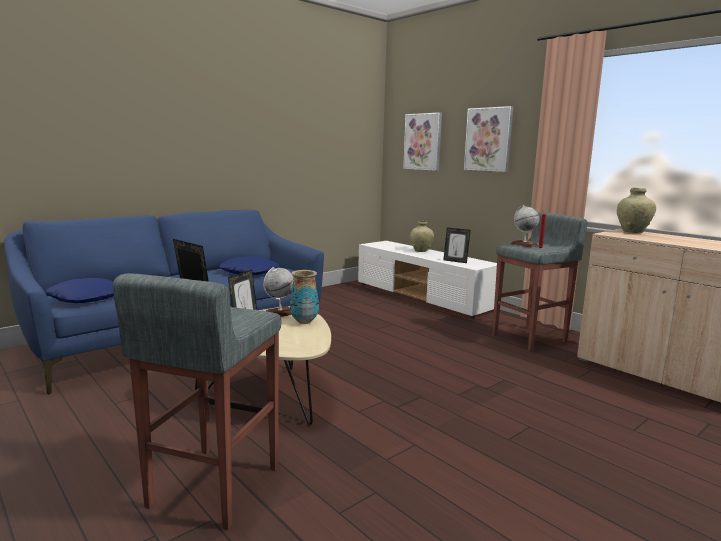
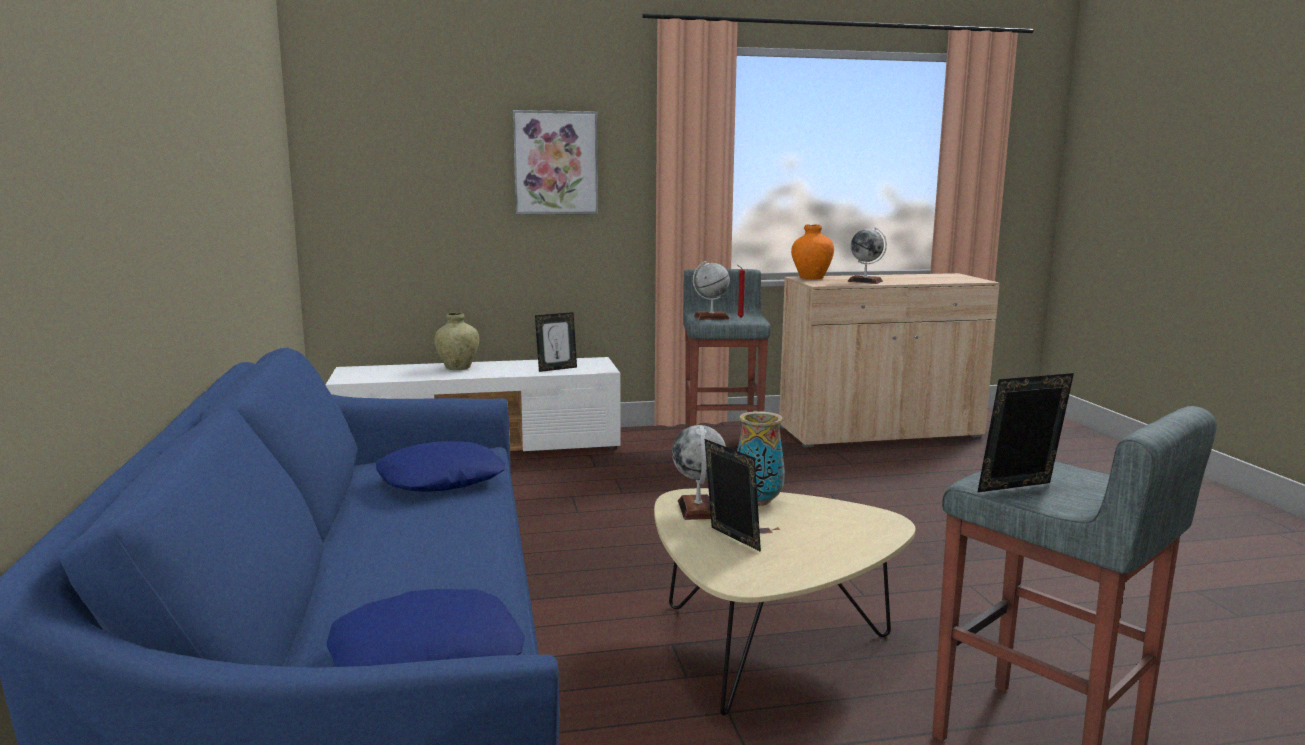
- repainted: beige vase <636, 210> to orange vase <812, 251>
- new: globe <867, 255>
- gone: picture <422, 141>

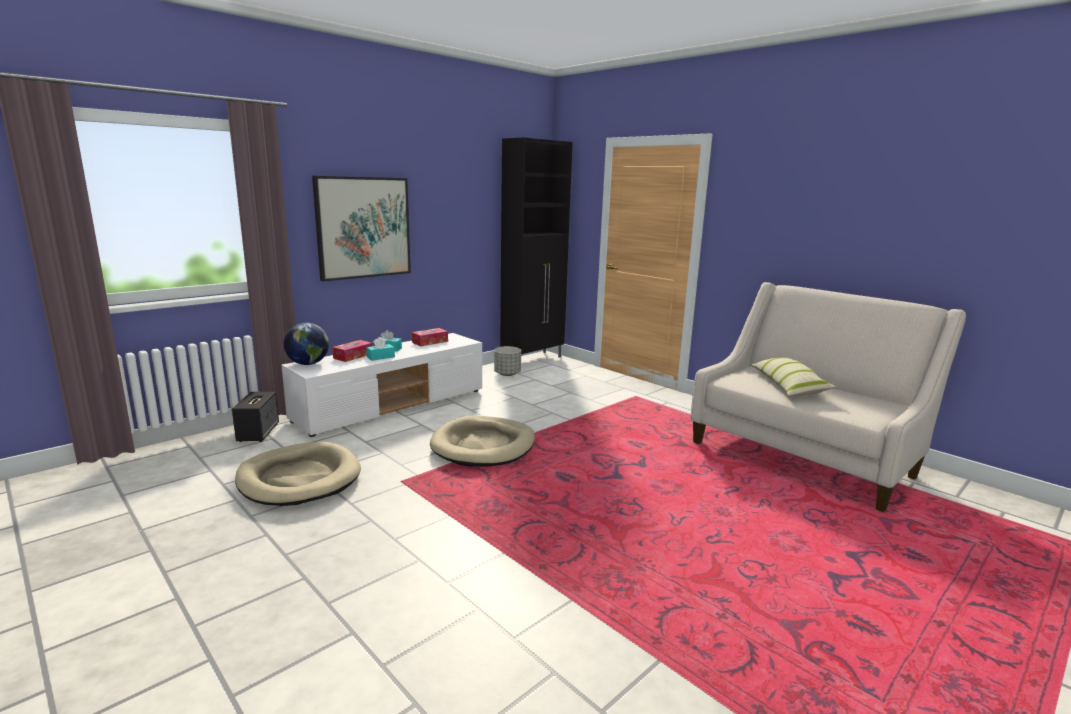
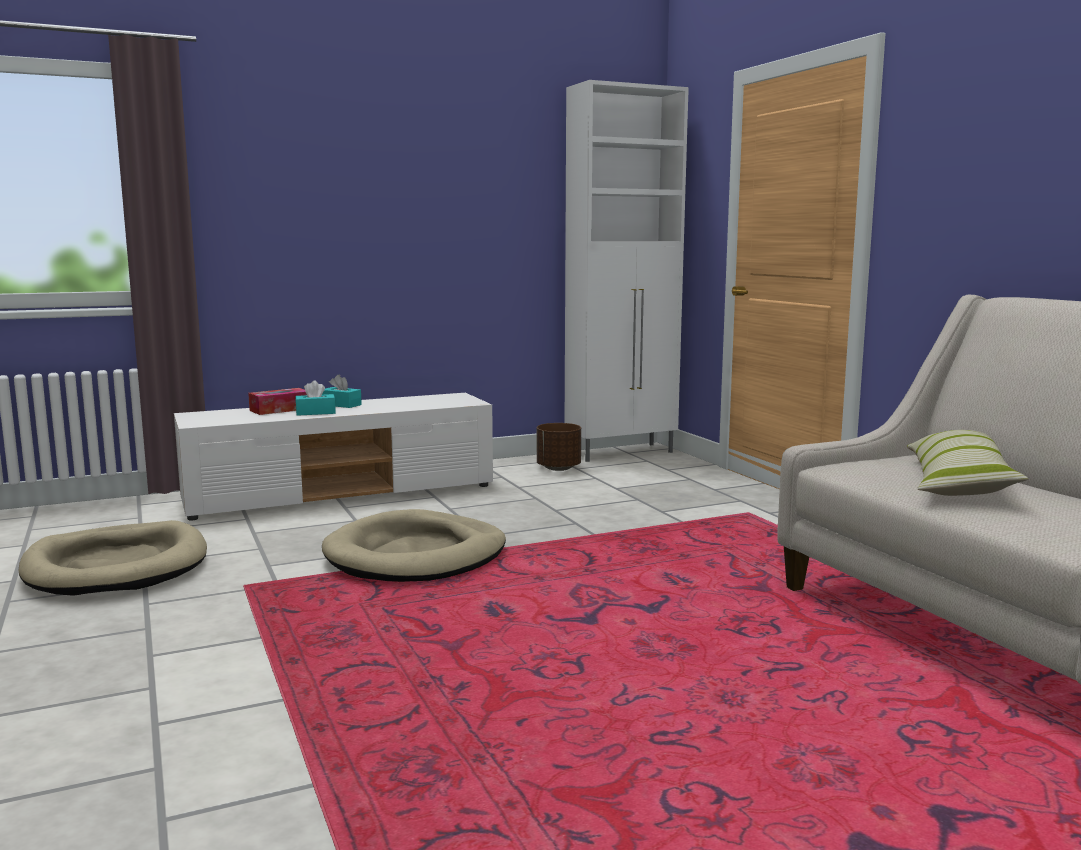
- repainted: grey planter <507, 361> to brown planter <559, 447>
- repainted: black cabinet <536, 247> to white cabinet <627, 271>
- gone: speaker <255, 417>
- gone: globe <306, 344>
- gone: picture <361, 228>
- gone: tissue box <430, 337>

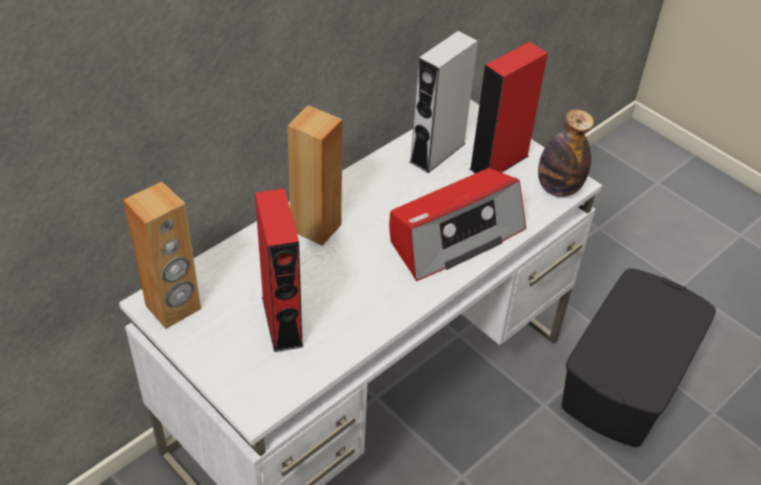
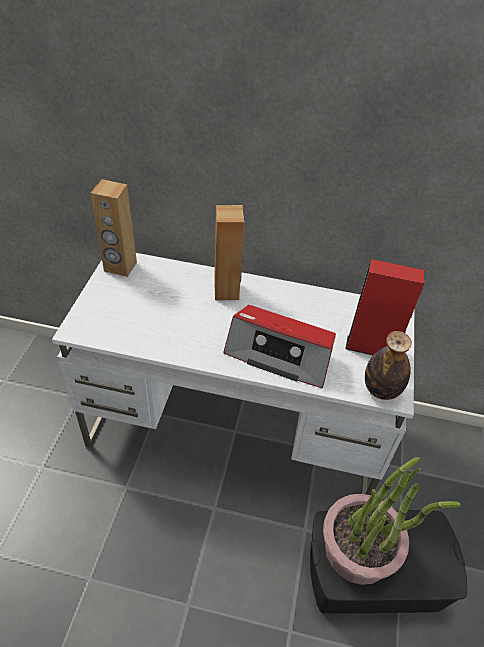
- new: potted plant <392, 521>
- gone: red speaker <279, 270>
- gone: grey speaker <444, 102>

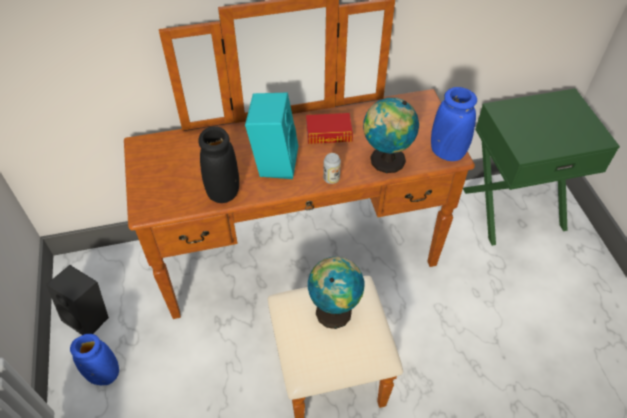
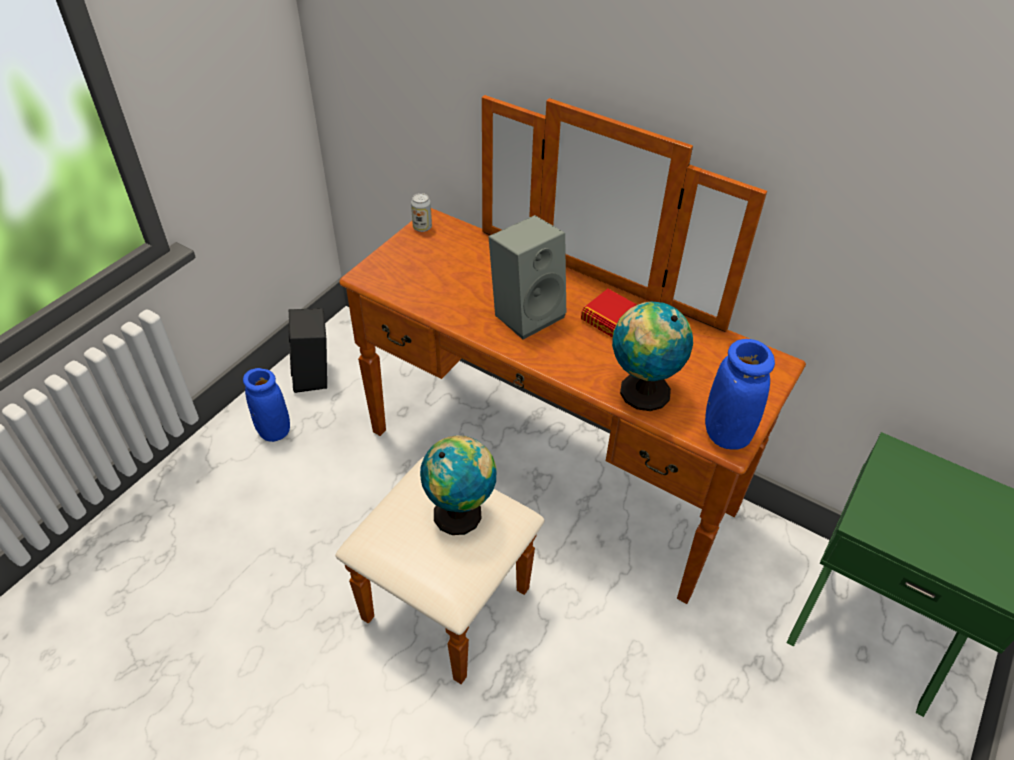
- shifted: can <332, 168> to <421, 212>
- repainted: turquoise speaker <271, 136> to grey speaker <527, 277>
- gone: black vase <218, 164>

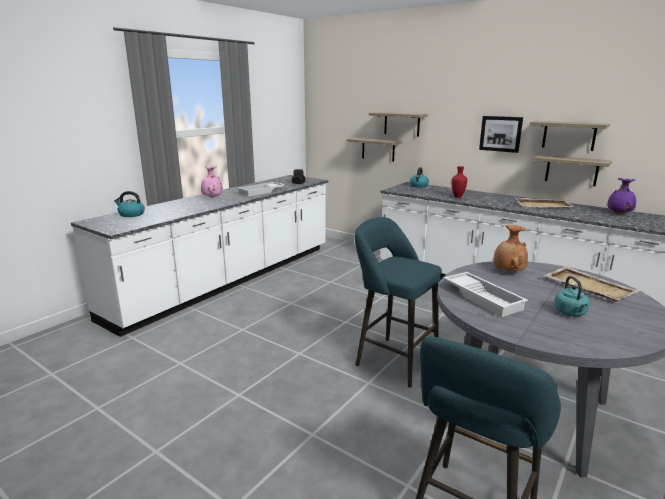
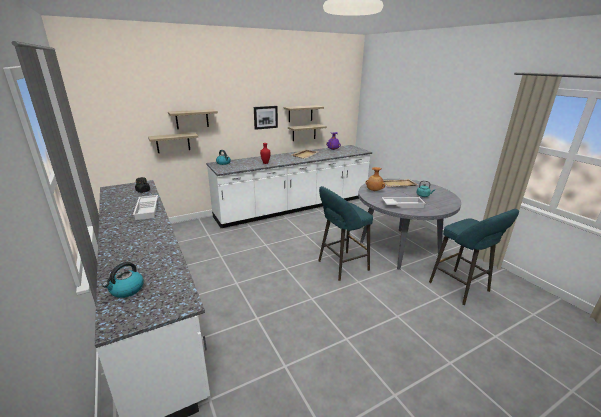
- gone: pink vase <212, 181>

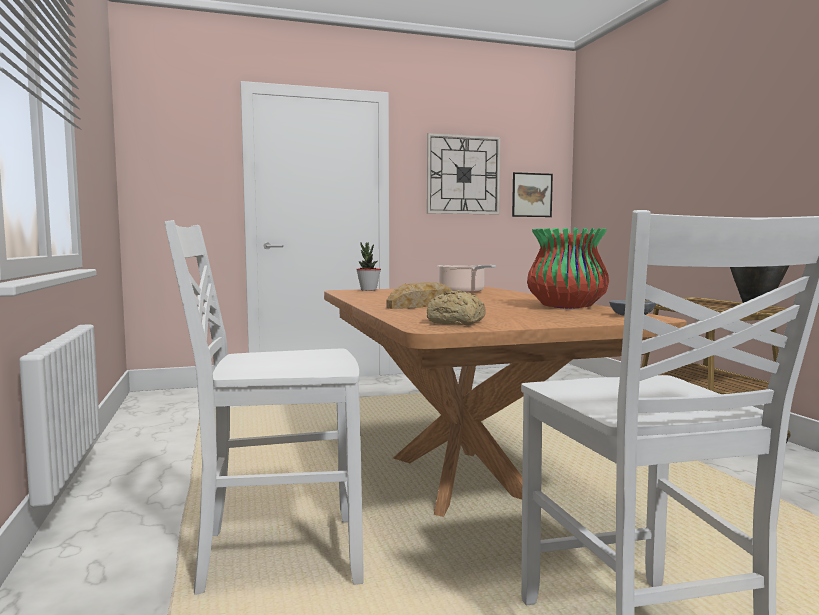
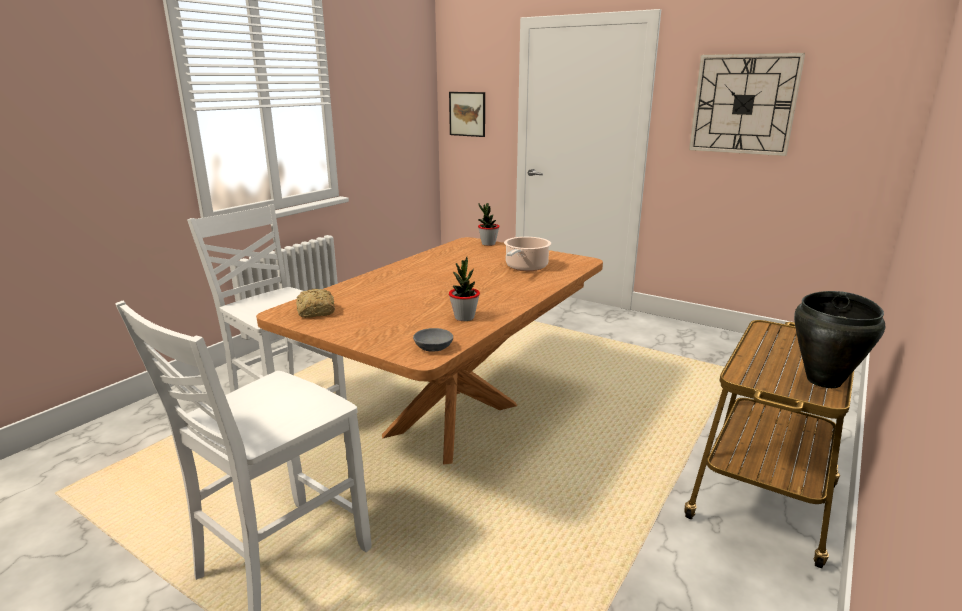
- shifted: picture <532, 194> to <467, 114>
- swapped: vase <568, 268> to potted plant <464, 288>
- gone: bread <419, 295>

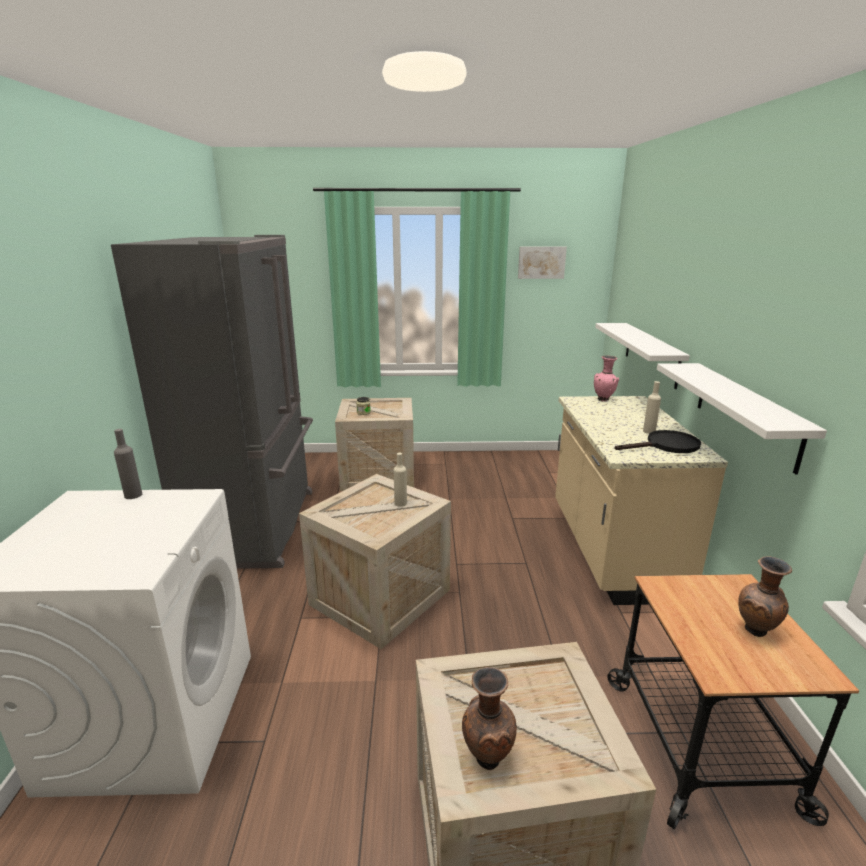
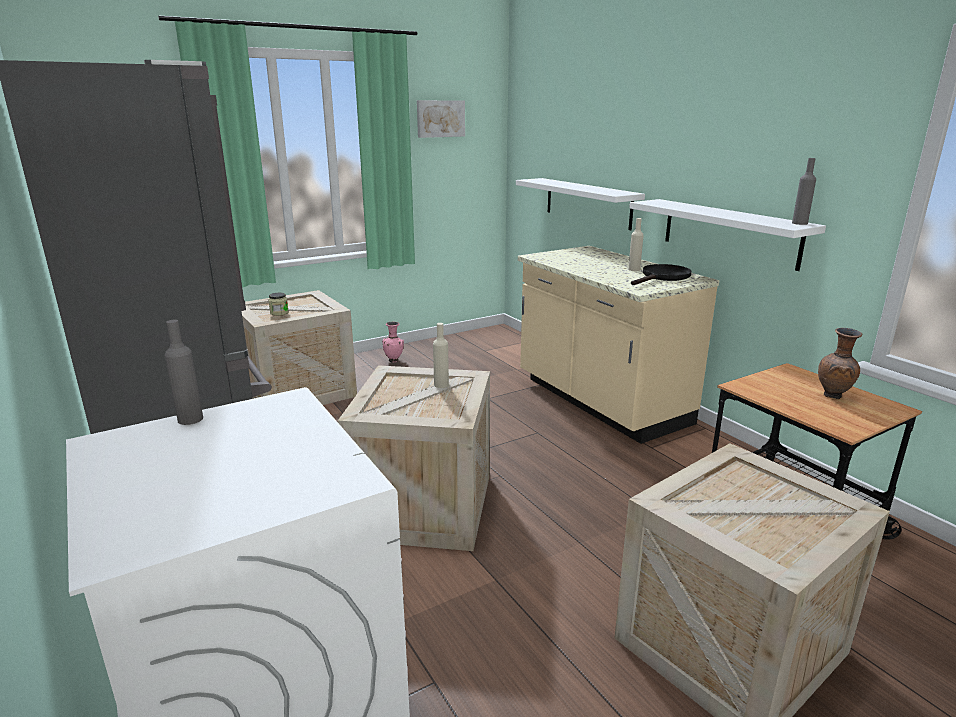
- shifted: pink vase <606, 378> to <393, 342>
- new: grey bottle <804, 191>
- gone: brown vase <489, 718>

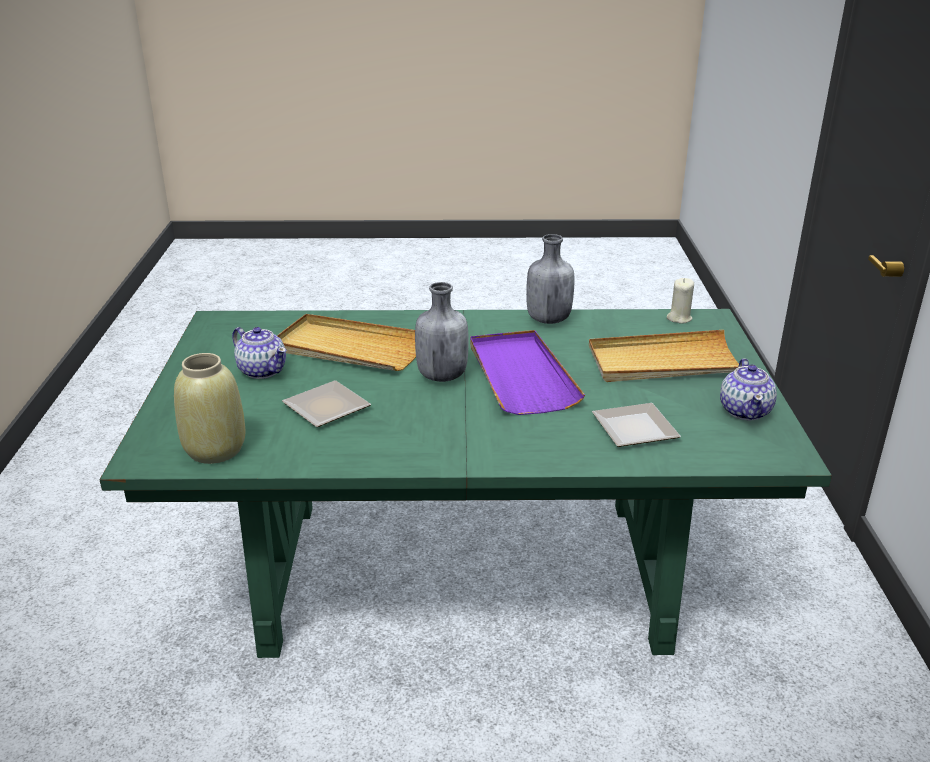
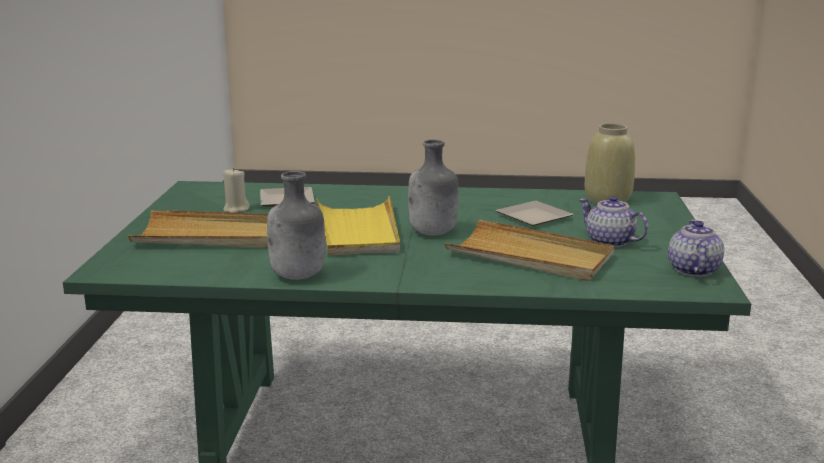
- shifted: beige candle <680, 301> to <236, 190>
- repainted: purple tray <527, 372> to yellow tray <358, 226>
- shifted: teapot <748, 389> to <696, 248>

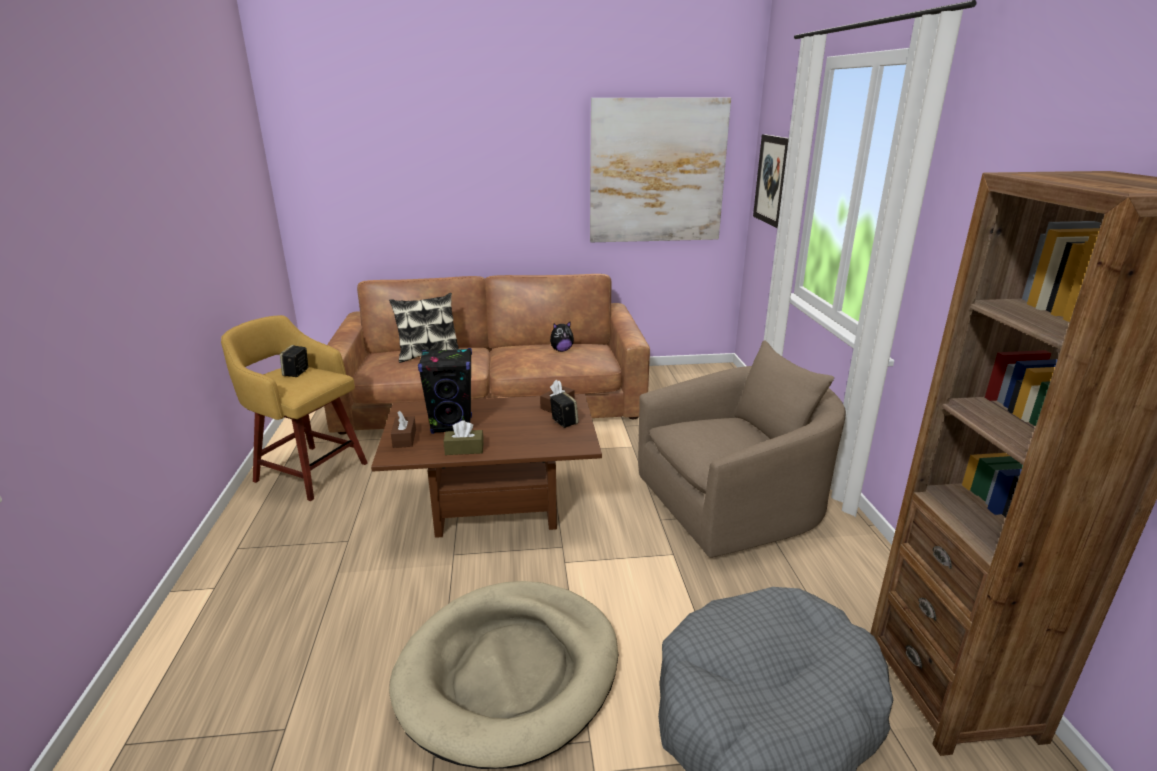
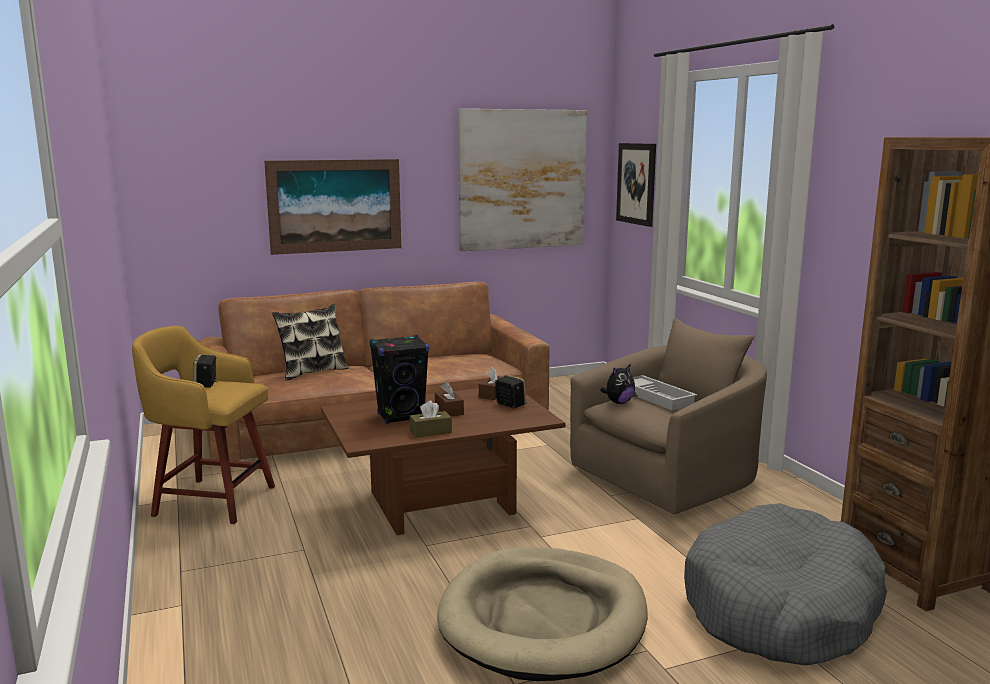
- new: picture <332, 207>
- shifted: brown tissue box <403, 429> to <449, 399>
- shifted: plush toy <562, 336> to <617, 384>
- new: white tray <665, 392>

